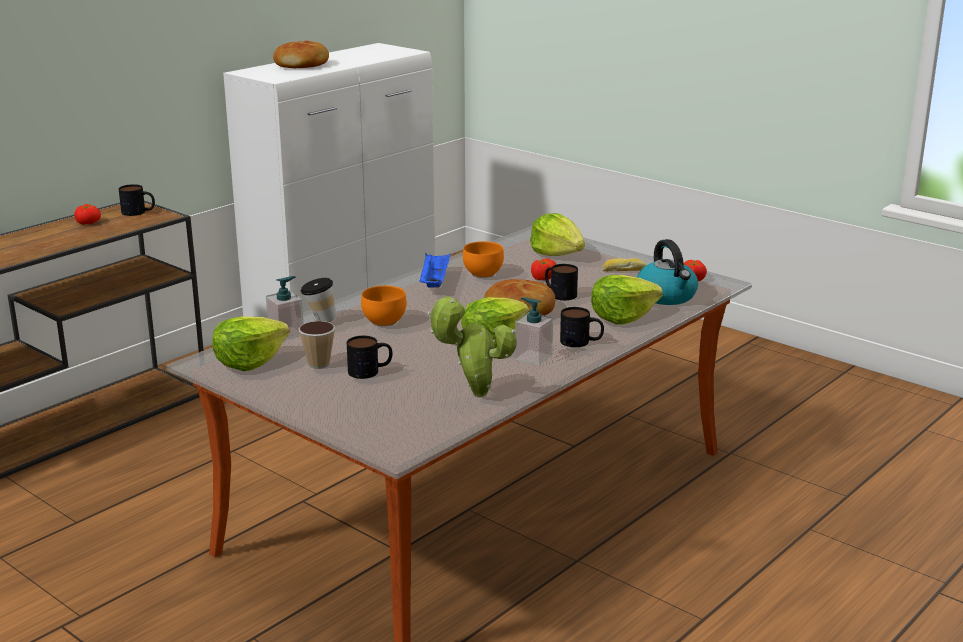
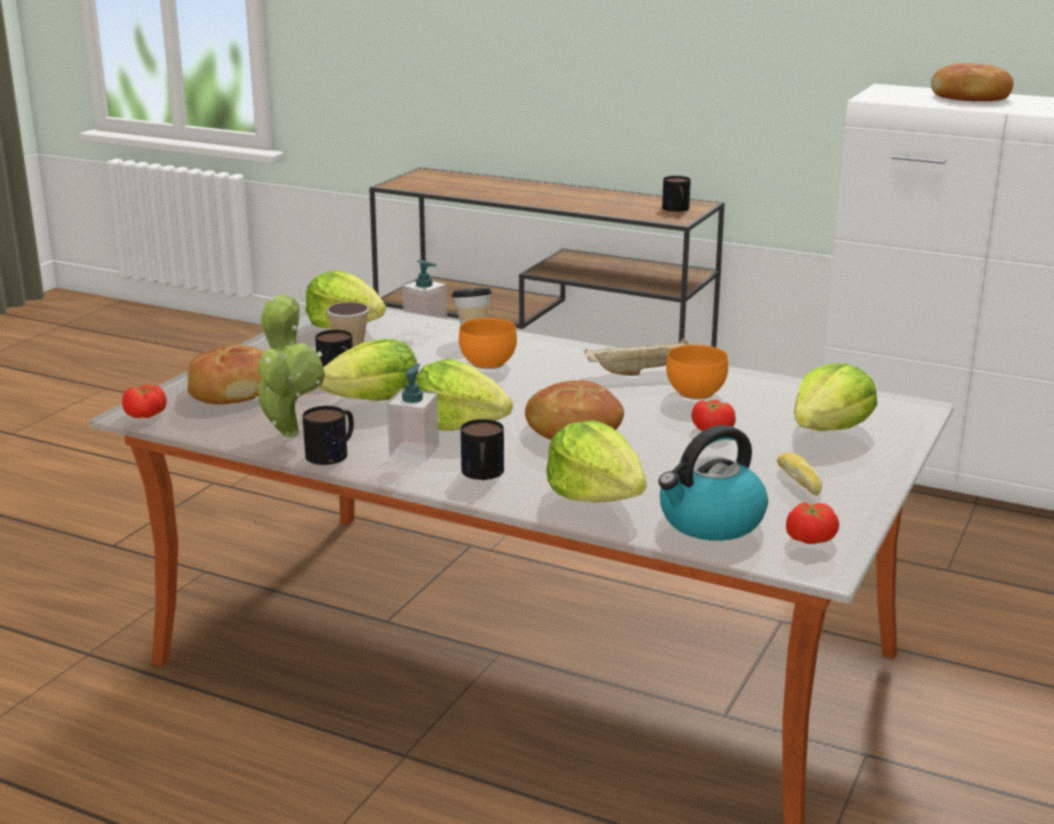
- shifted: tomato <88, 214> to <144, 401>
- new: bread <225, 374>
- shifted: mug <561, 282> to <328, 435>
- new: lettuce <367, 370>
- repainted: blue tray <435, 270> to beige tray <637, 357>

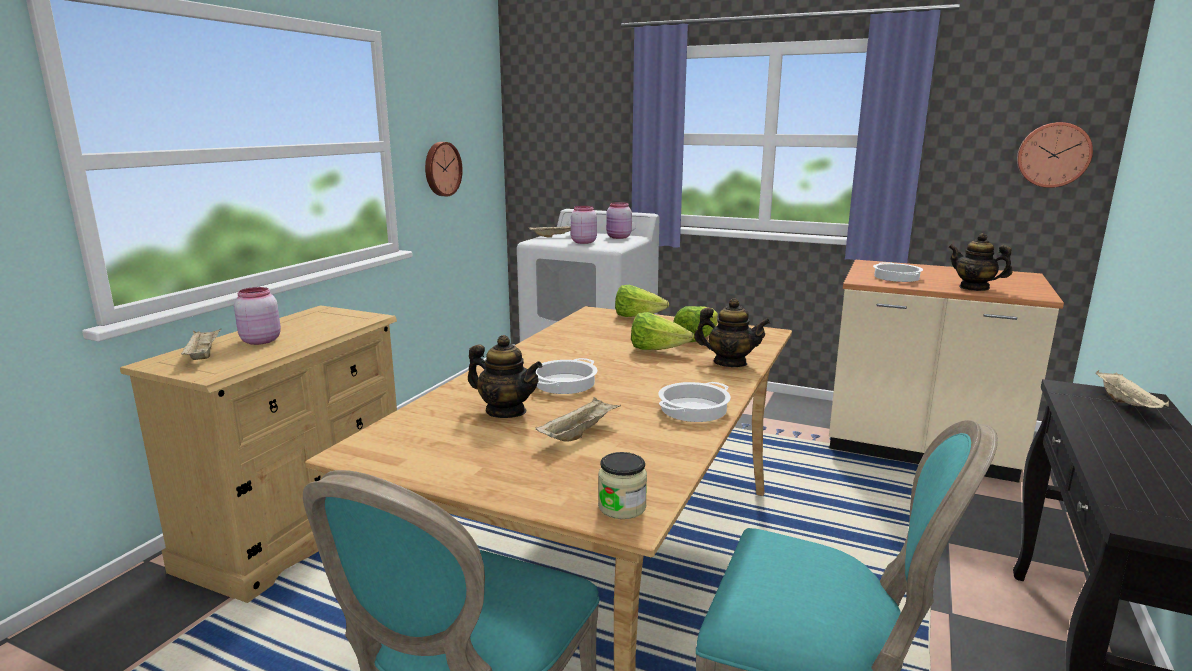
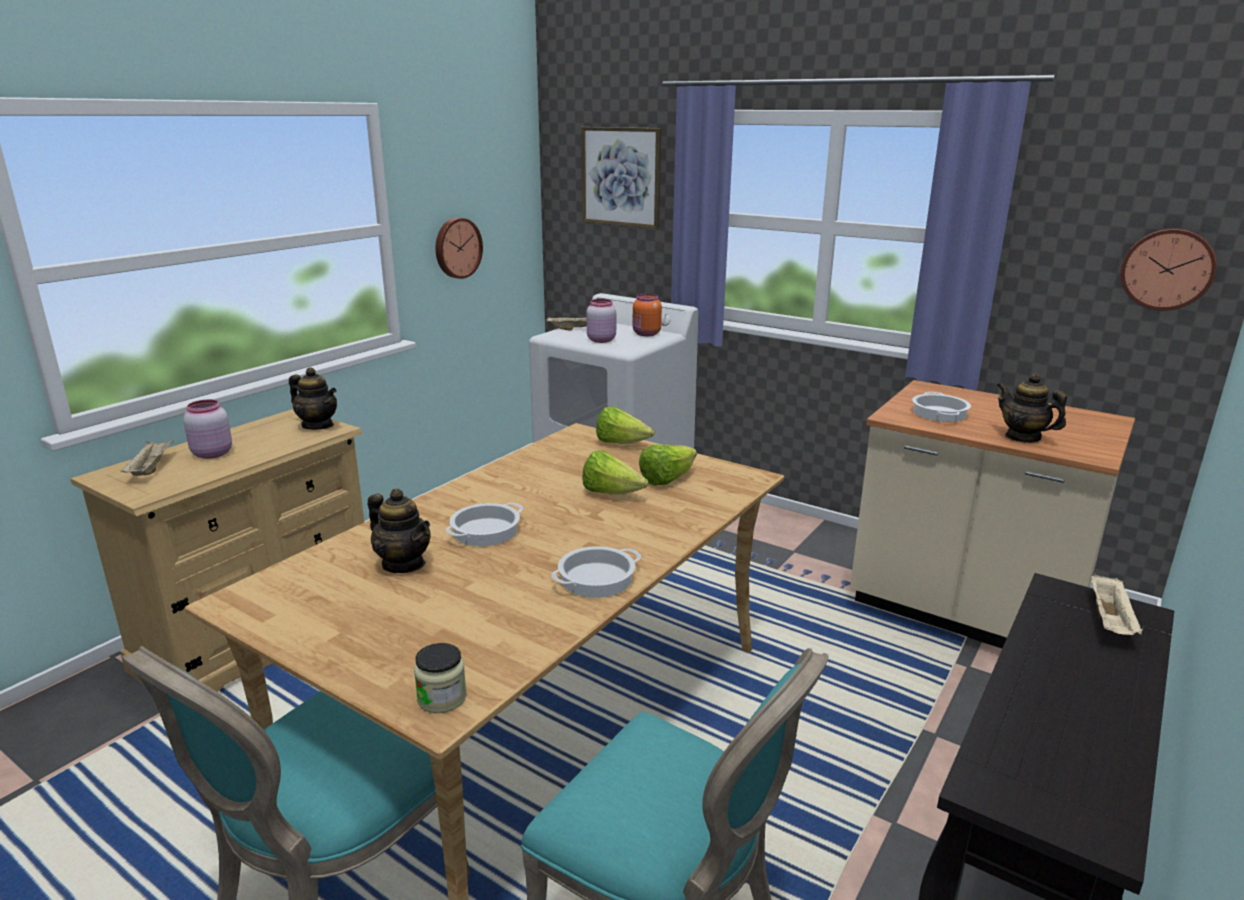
- shifted: teapot <732, 332> to <313, 398>
- new: picture <621, 178>
- repainted: pink jar <619, 220> to orange jar <647, 315>
- gone: beige tray <578, 419>

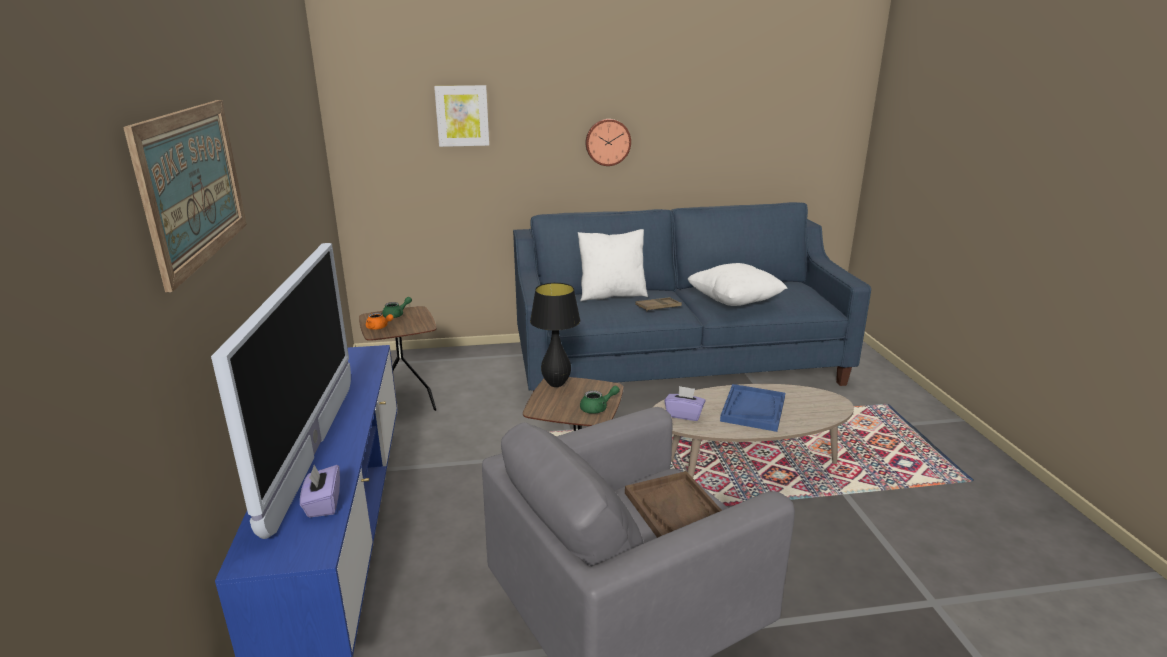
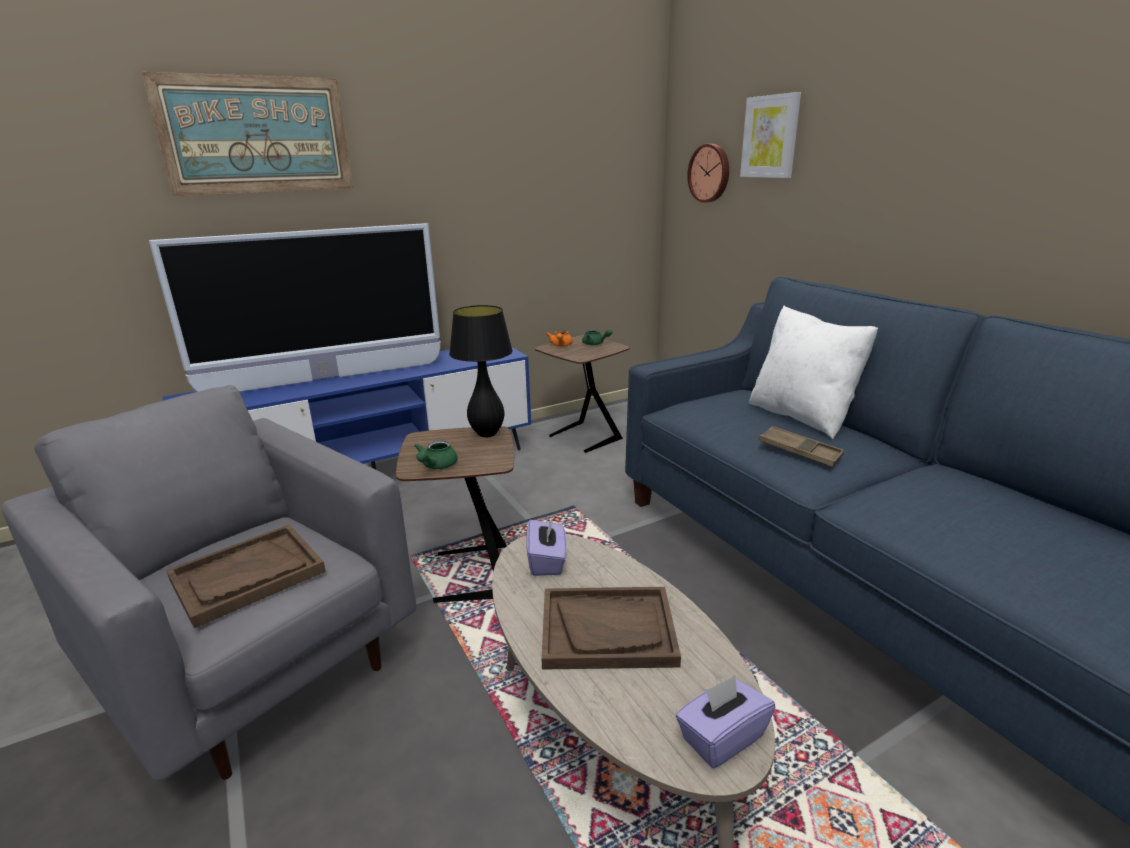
- rotated: green teapot <600, 400> = <436, 454> 60 degrees clockwise
- repainted: blue tray <752, 408> to brown tray <611, 628>
- shifted: purple tissue box <320, 491> to <725, 721>
- shifted: wall clock <608, 142> to <708, 173>
- gone: white pillow <738, 284>

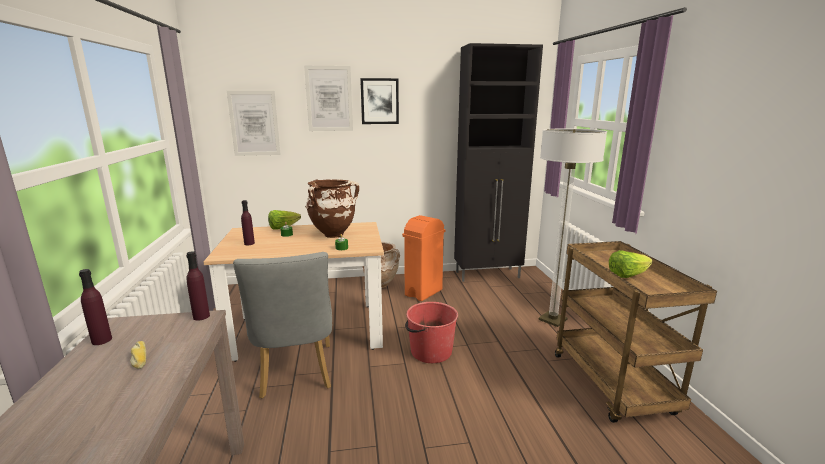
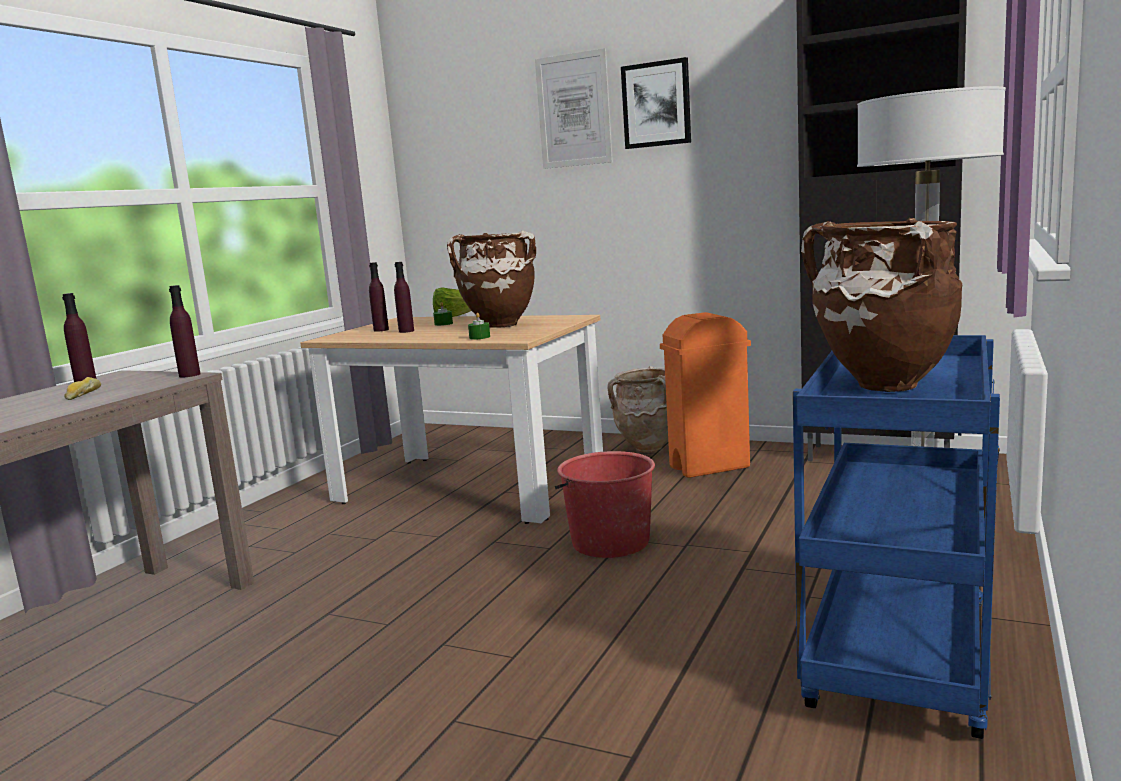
- new: purple bottle <404, 297>
- repainted: brown cart <636, 332> to blue cart <896, 537>
- swapped: lettuce <631, 264> to brown vase <882, 305>
- gone: picture <254, 123>
- gone: grey chair <282, 325>

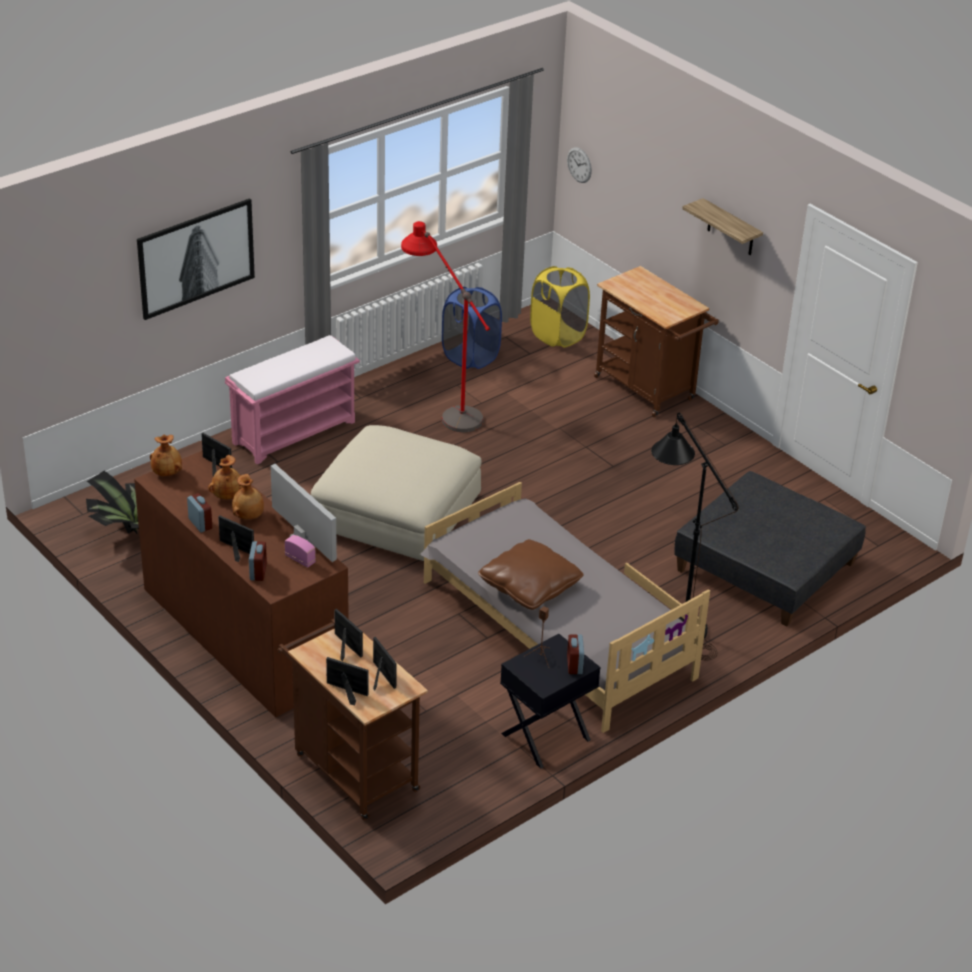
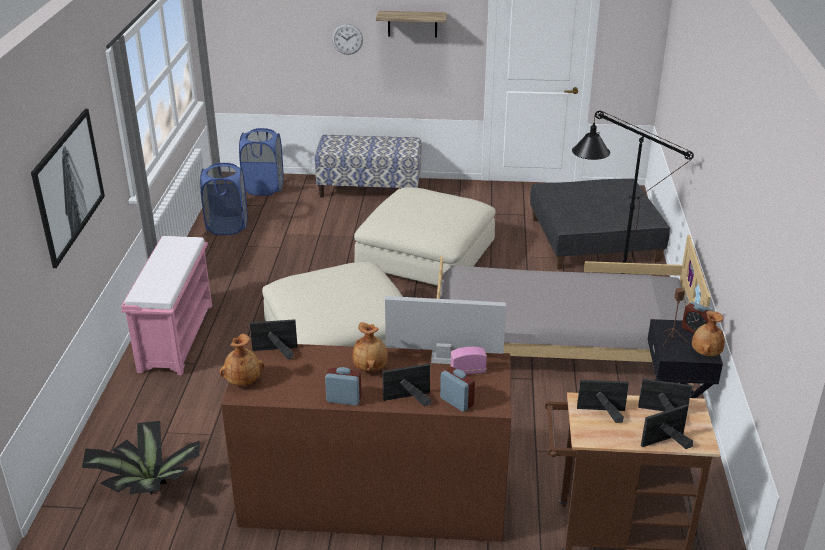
- repainted: yellow laundry basket <560, 307> to blue laundry basket <261, 162>
- swapped: brown cart <656, 341> to bench <368, 166>
- shifted: wall clock <579, 165> to <347, 39>
- new: beige ottoman <424, 236>
- shifted: brown vase <226, 477> to <708, 333>
- gone: red floor lamp <445, 326>
- gone: brown pillow <531, 574>

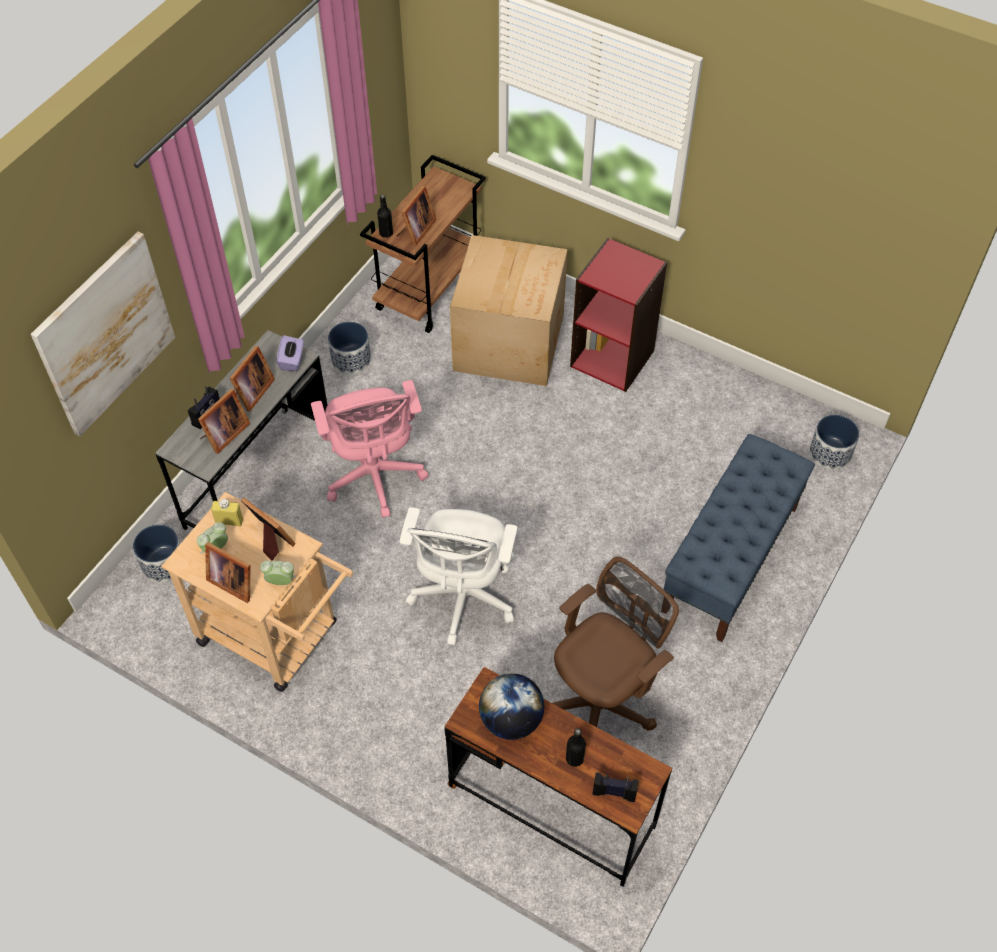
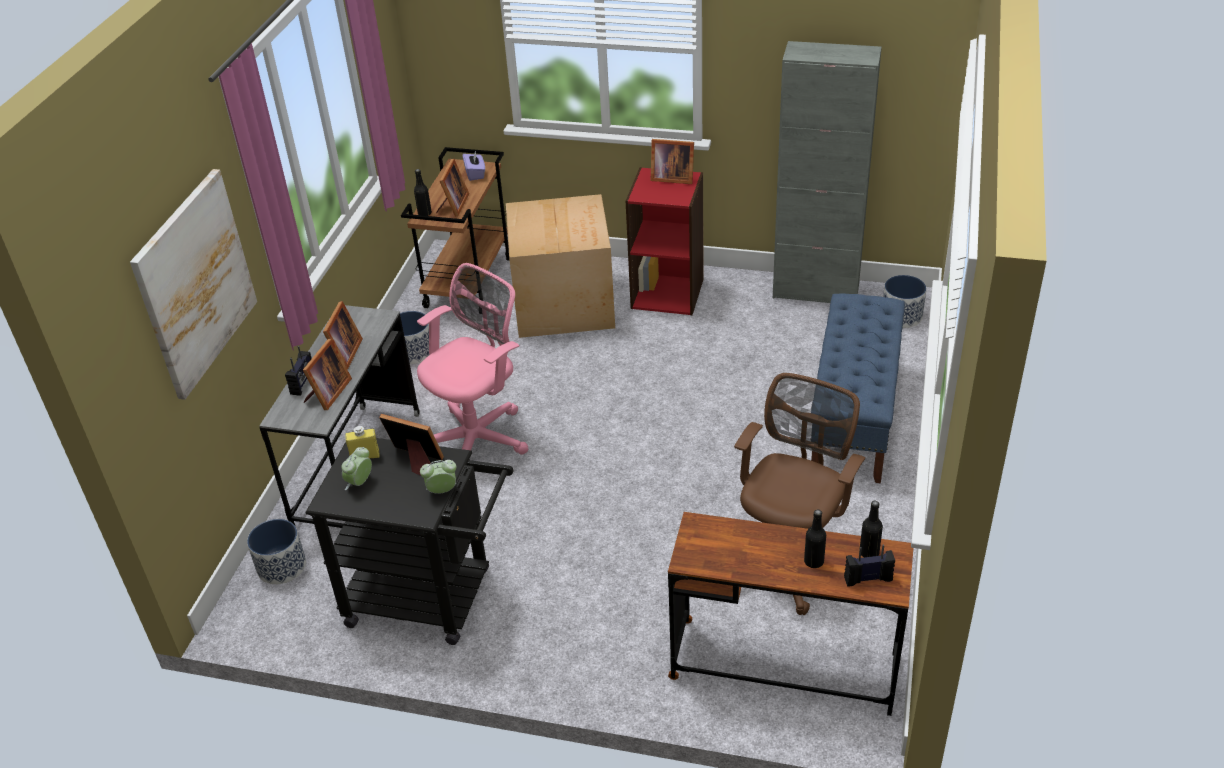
- repainted: beige cart <257, 592> to black cart <409, 541>
- rotated: pink office chair <370, 449> = <473, 359> 105 degrees counterclockwise
- shifted: purple tissue box <290, 353> to <474, 165>
- shifted: picture frame <227, 572> to <672, 161>
- new: grey cabinet <827, 172>
- new: black bottle <871, 529>
- gone: white office chair <458, 576>
- gone: globe <511, 706>

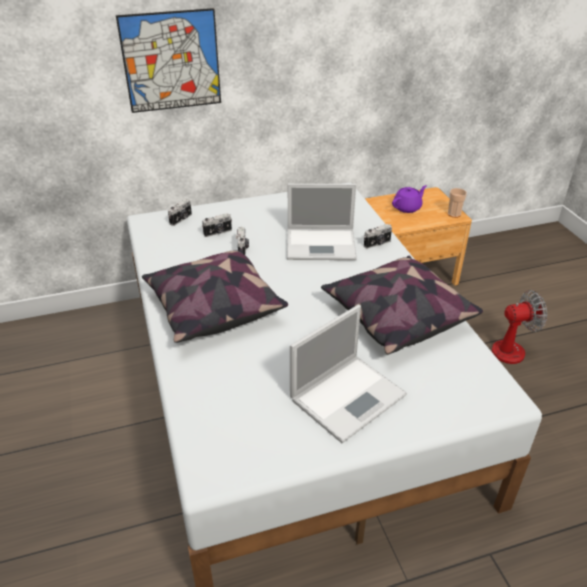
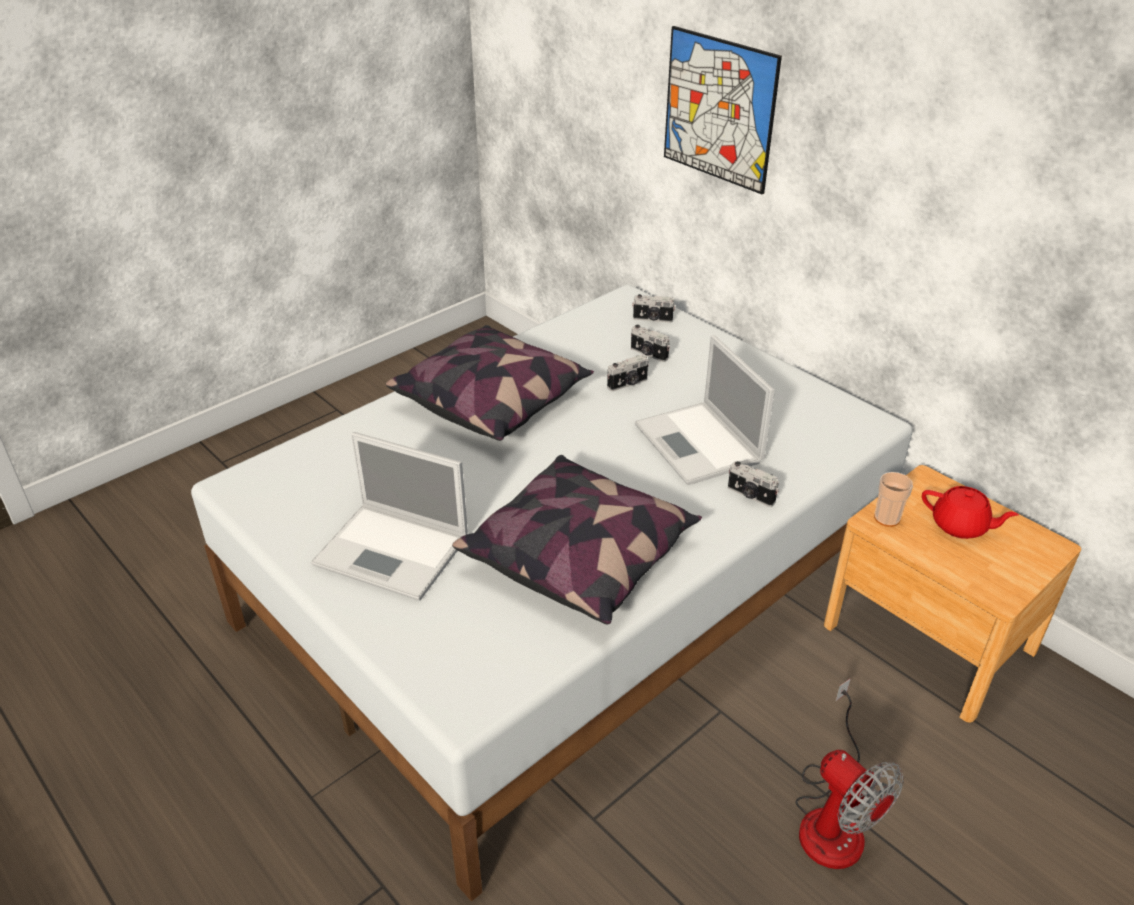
- shifted: cup <457, 203> to <893, 499>
- repainted: purple teapot <409, 199> to red teapot <970, 512>

